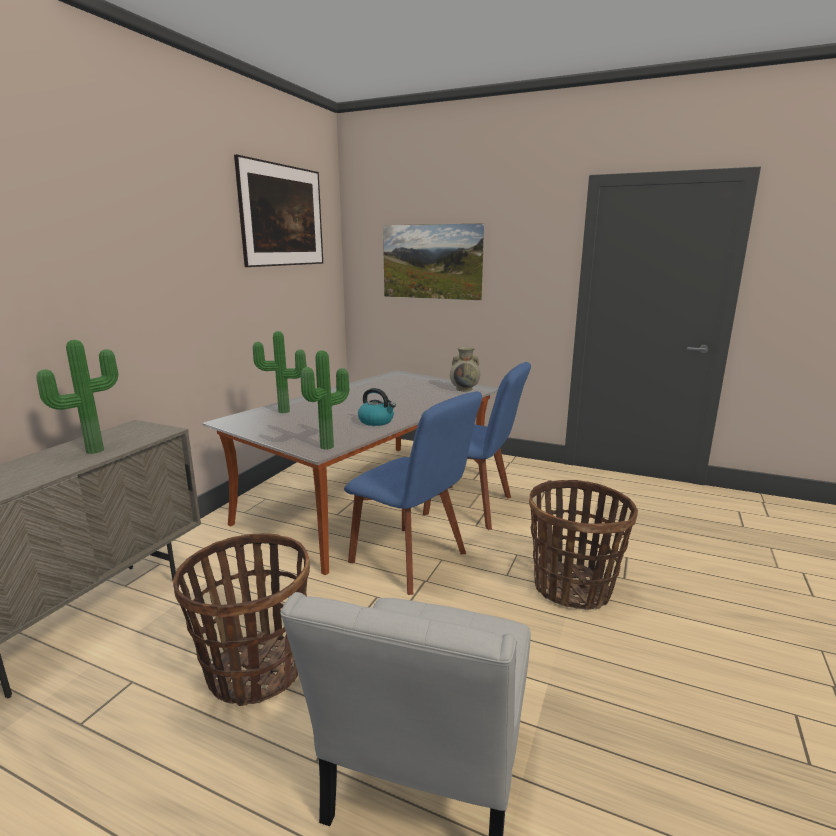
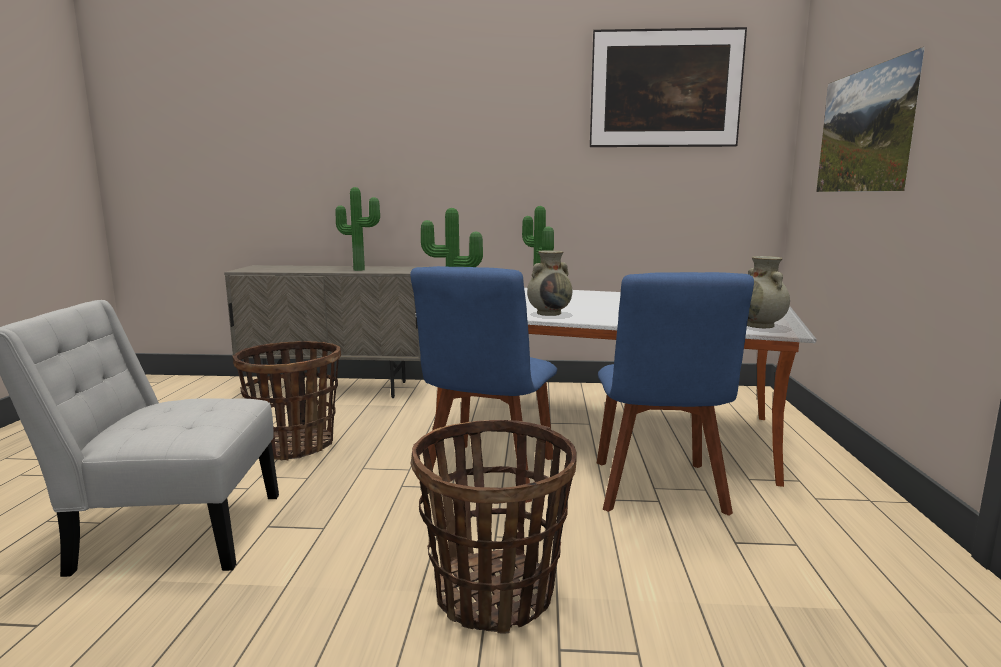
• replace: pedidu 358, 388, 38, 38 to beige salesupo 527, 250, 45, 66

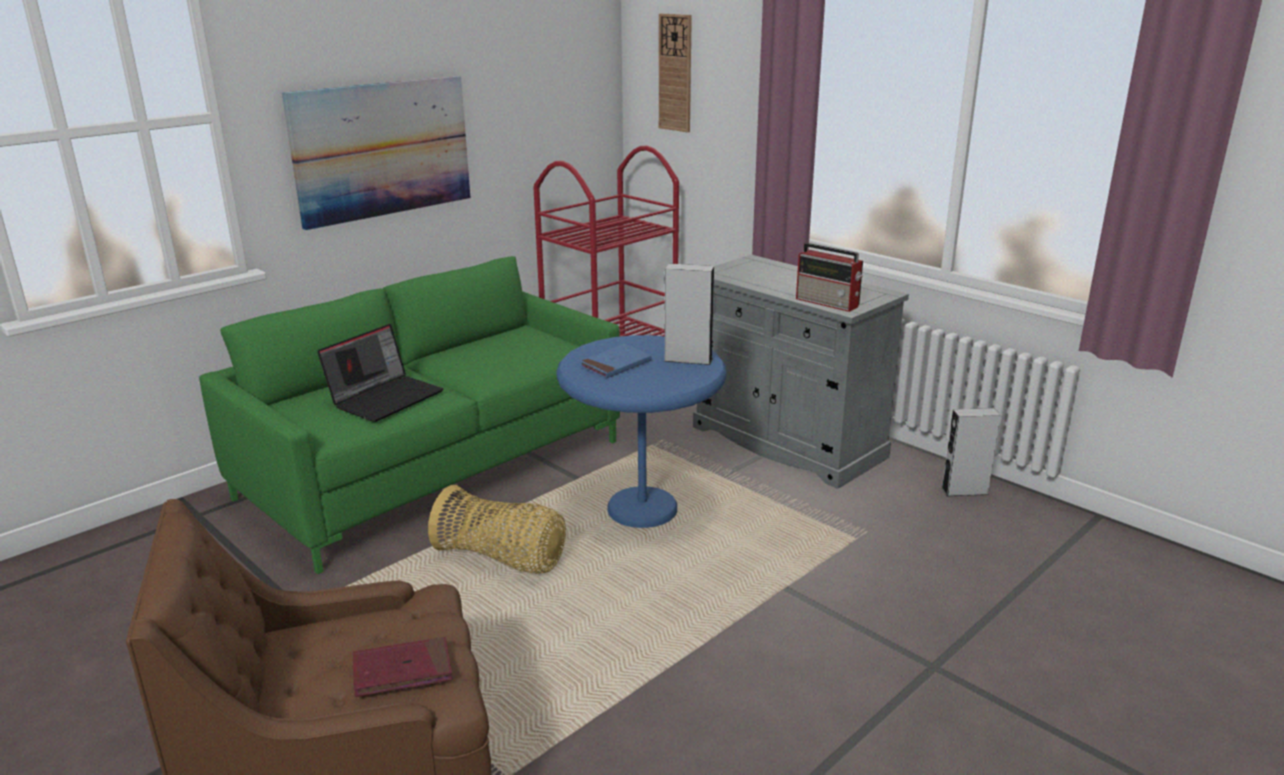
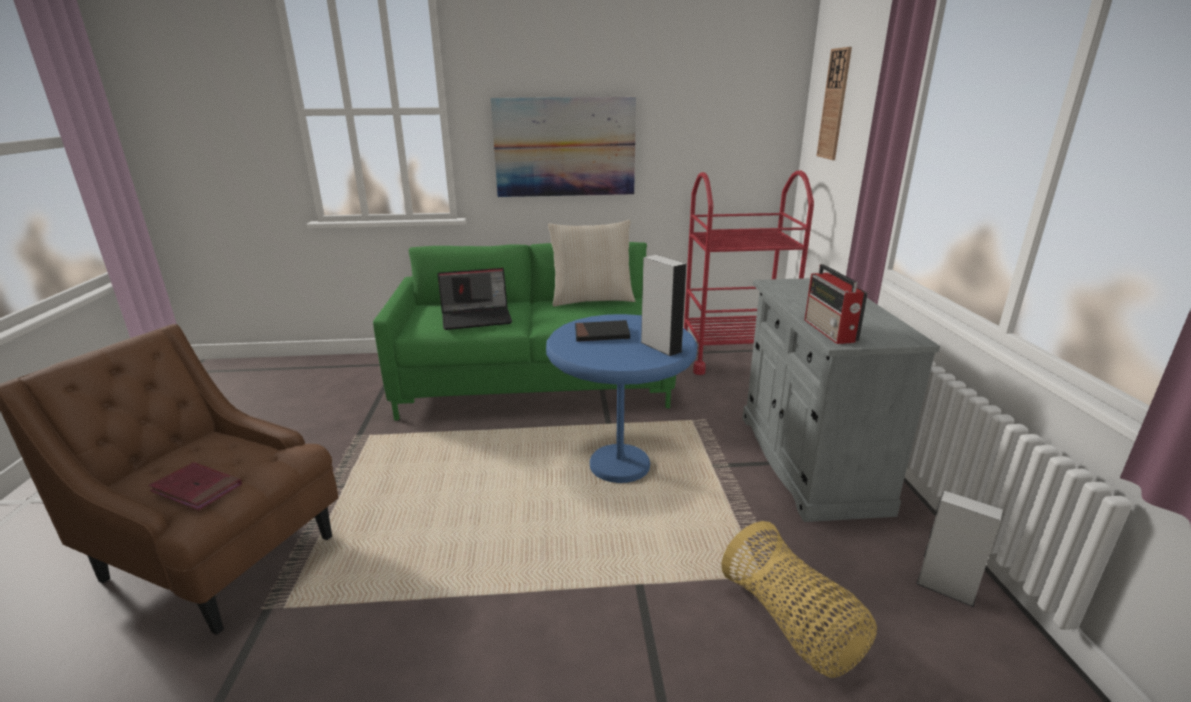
• move: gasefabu 428, 485, 138, 89 to 721, 521, 156, 157
• recolor: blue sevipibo 580, 344, 72, 34 to black sevipibo 575, 320, 55, 22
• insert: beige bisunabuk 548, 220, 87, 87

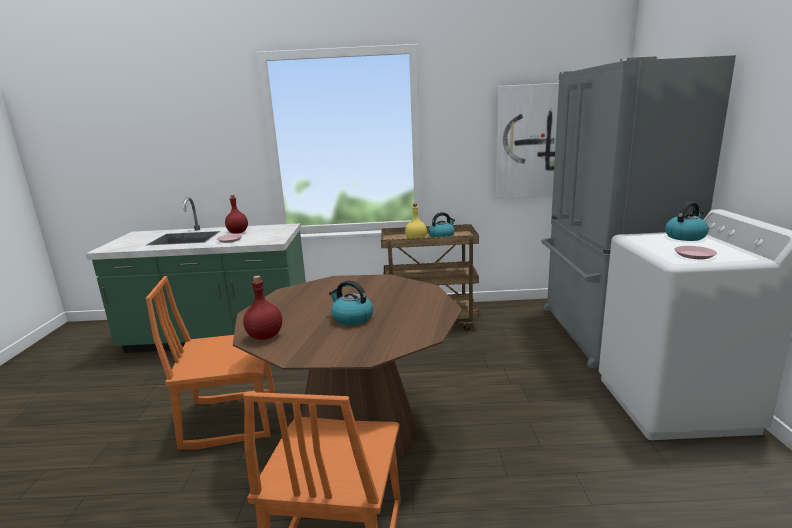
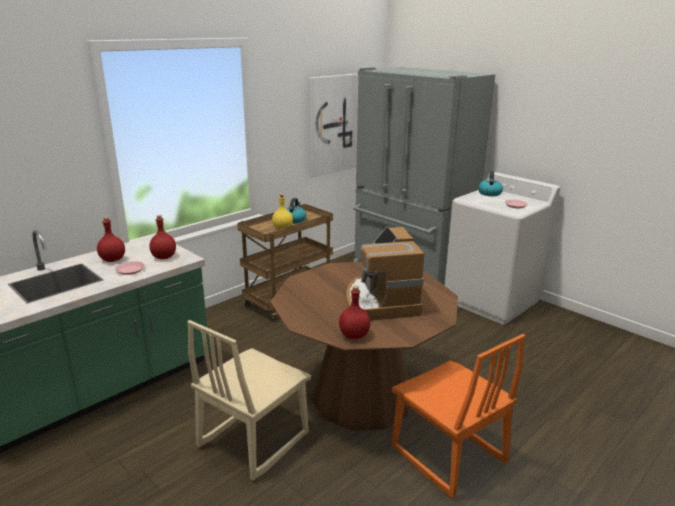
• recolor: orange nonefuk 145, 276, 130, 174 to beige nonefuk 187, 320, 124, 161
• replace: pedidu 329, 280, 44, 46 to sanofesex 346, 227, 78, 94
• insert: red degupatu 150, 215, 26, 44

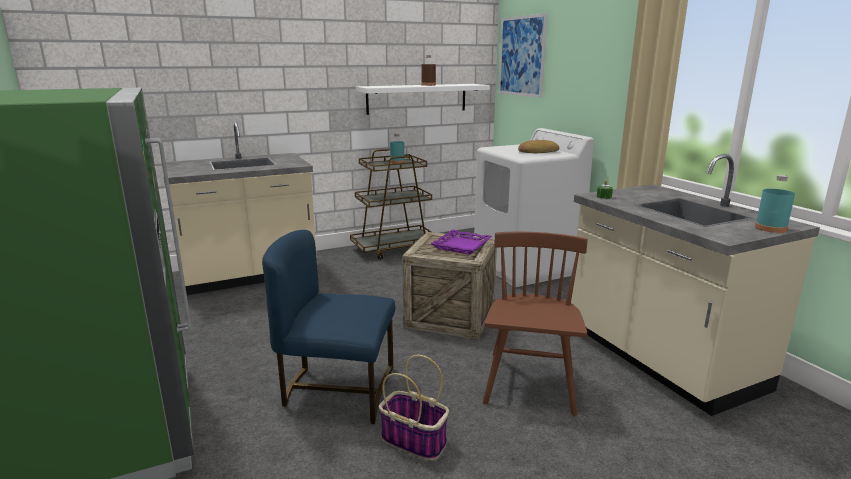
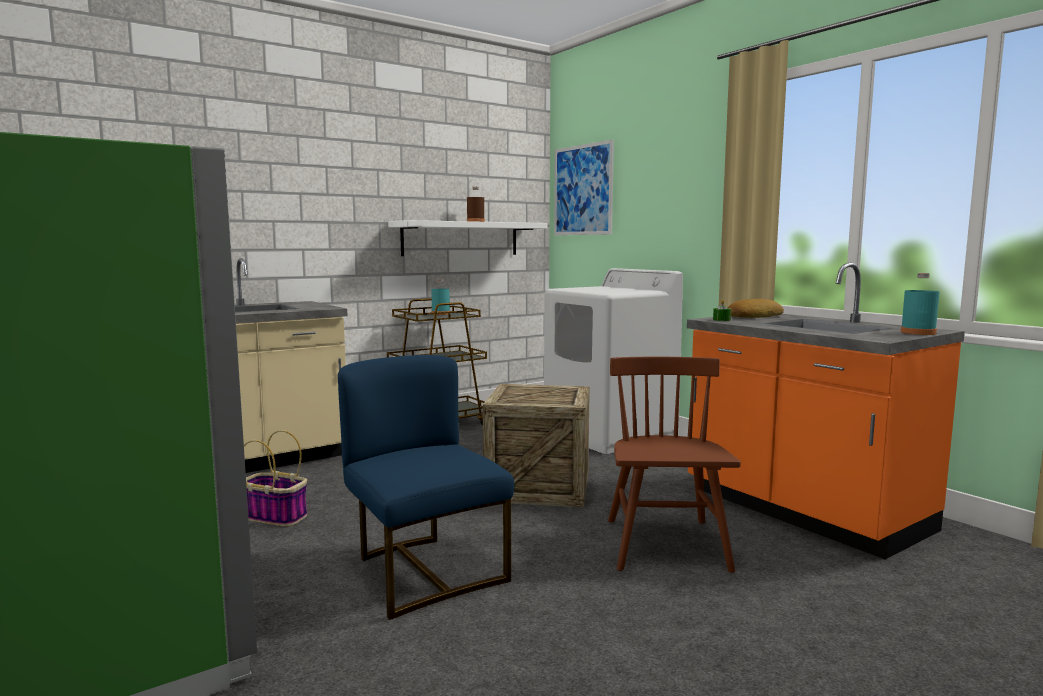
• rotate: blue nonefuk 262, 230, 133, 194 = 338, 355, 176, 265 60 degrees clockwise
• move: gasefabu 379, 355, 70, 106 to 244, 430, 63, 96
• delete: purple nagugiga 430, 229, 62, 25
• move: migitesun 518, 140, 41, 13 to 728, 299, 56, 19
• recolor: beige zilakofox 571, 154, 249, 262 to orange zilakofox 687, 262, 278, 297

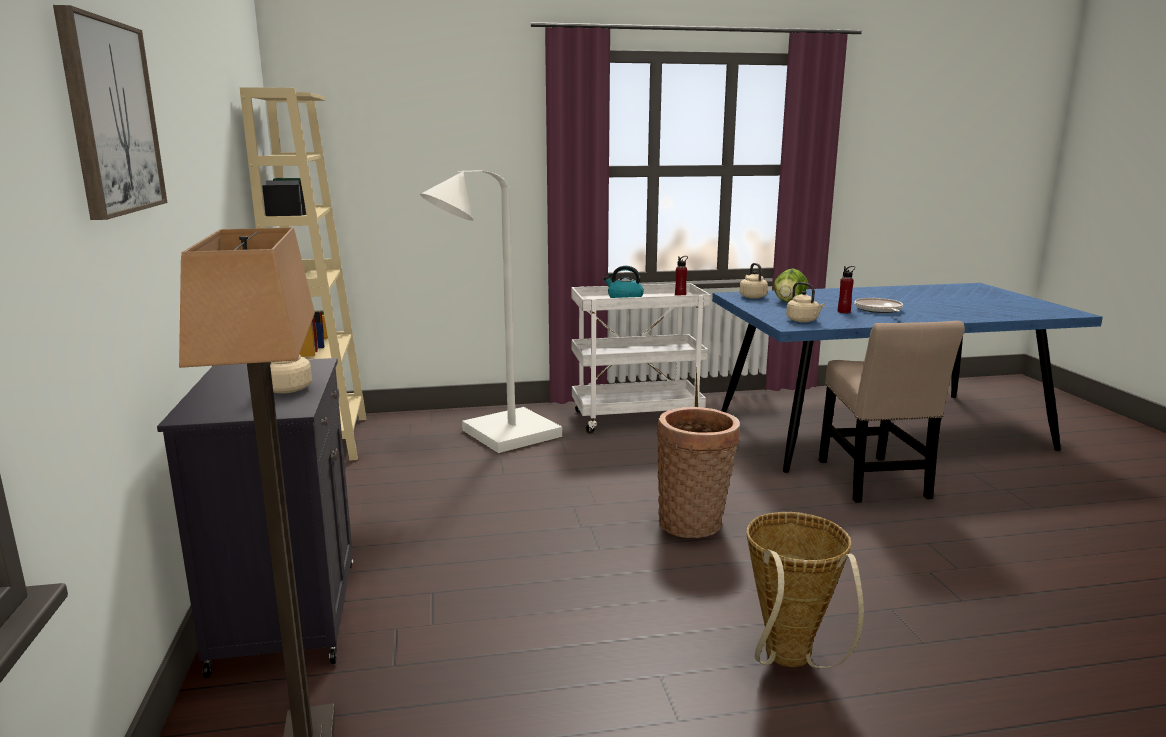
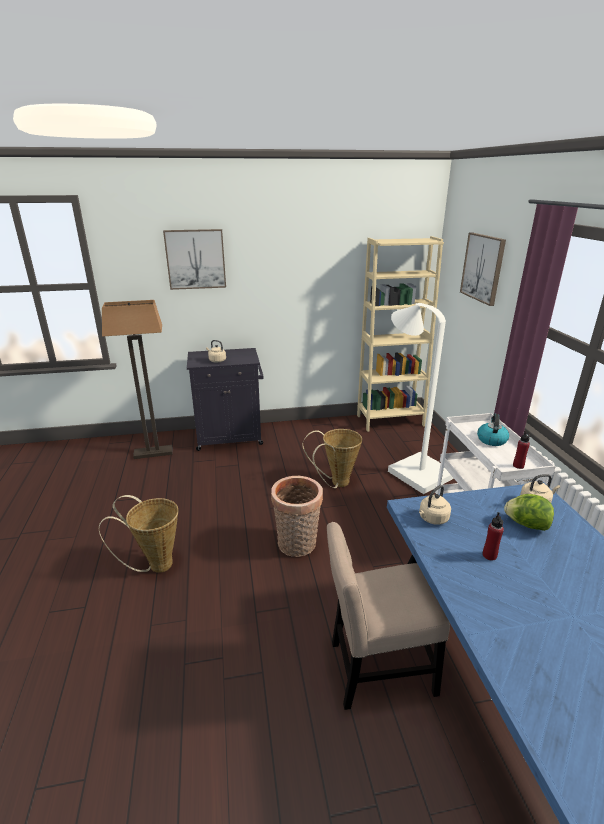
• delete: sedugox 854, 298, 49, 15
• insert: gasefabu 302, 429, 60, 59
• insert: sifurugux 460, 233, 46, 73

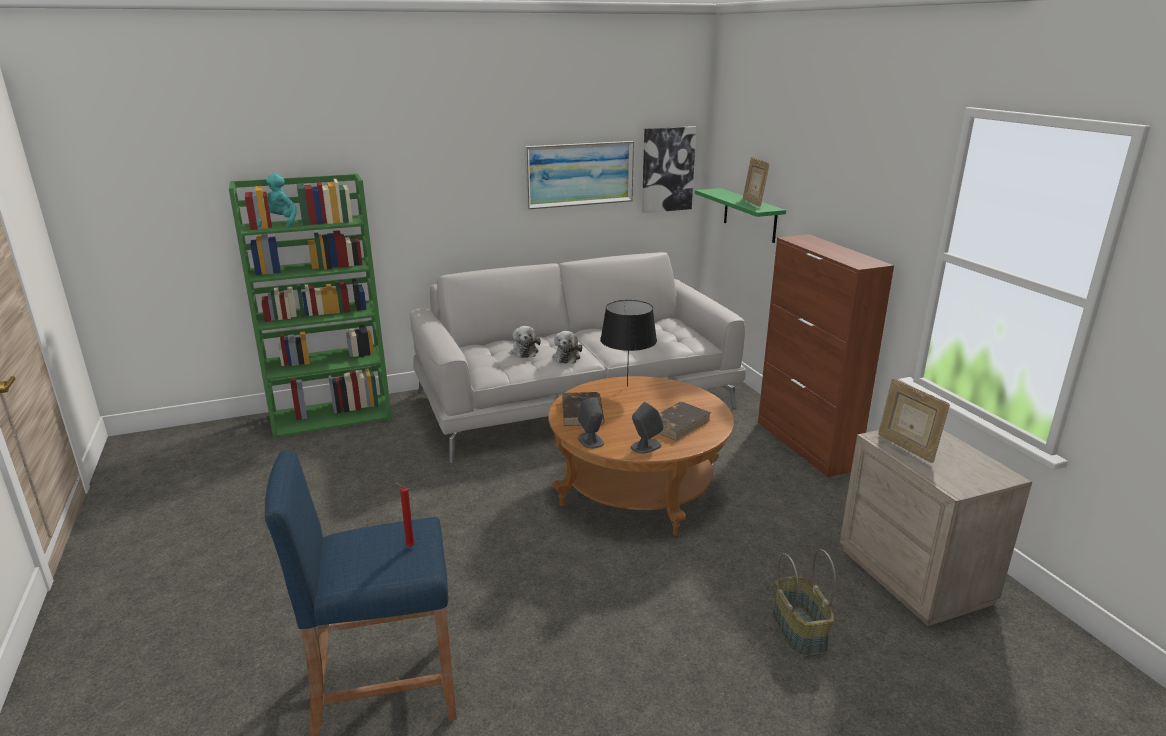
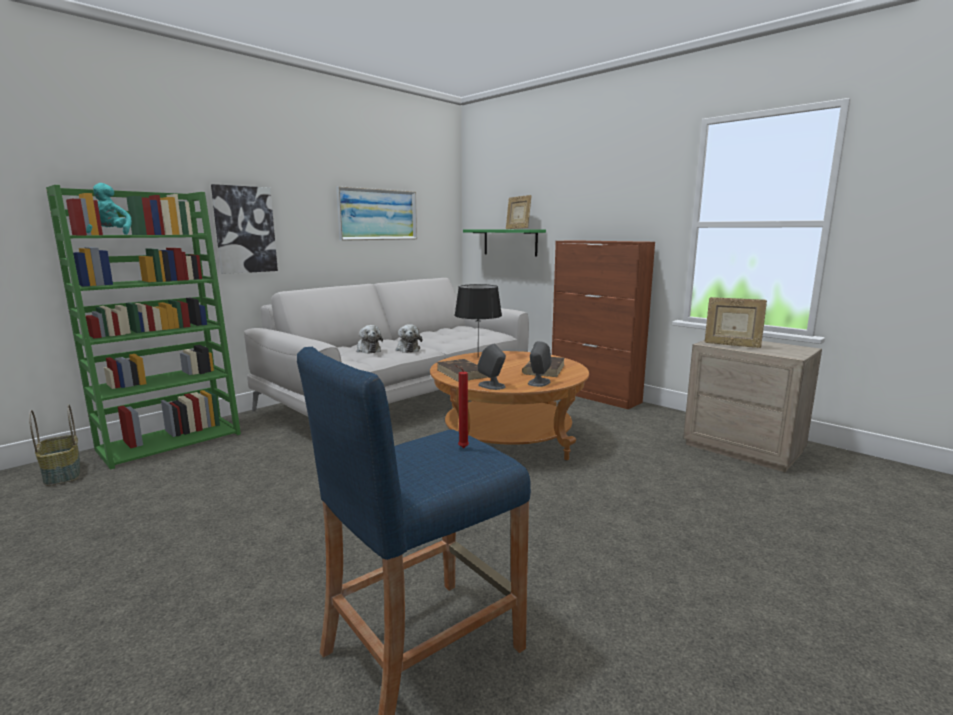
• move: sifurugux 642, 126, 54, 87 to 211, 184, 67, 90
• move: gasefabu 773, 549, 63, 107 to 29, 404, 51, 82

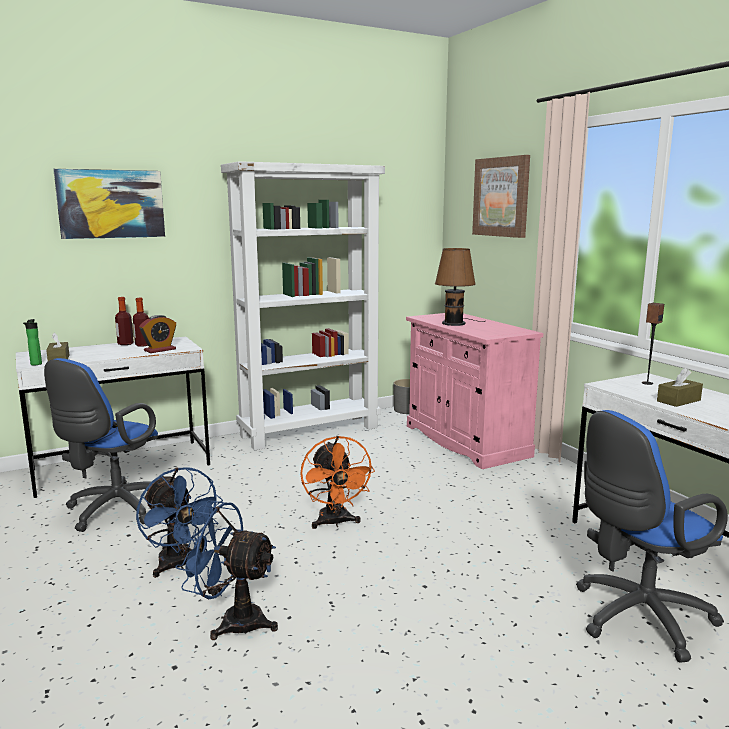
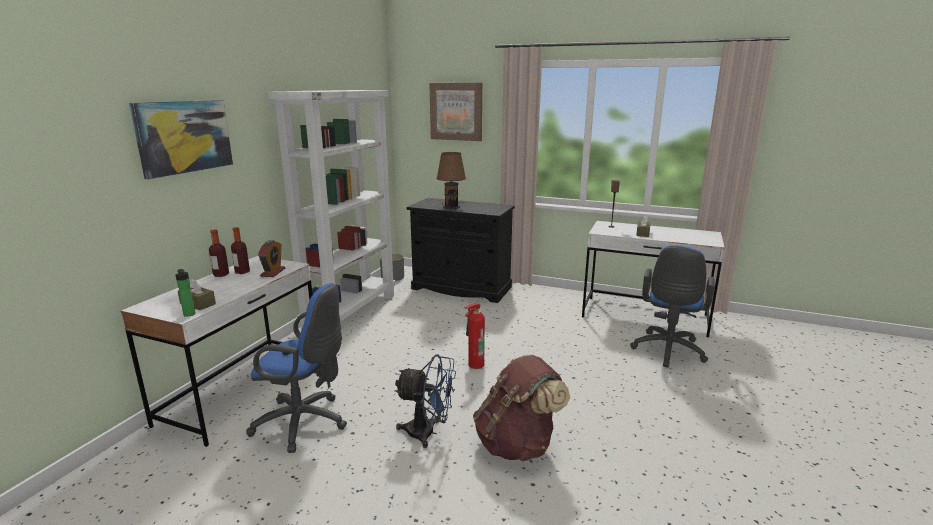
• rotate: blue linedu 44, 358, 114, 174 = 246, 284, 101, 169 60 degrees counterclockwise
• replace: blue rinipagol 176, 500, 102, 140 to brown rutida 473, 355, 97, 106
• replace: orange rinipagol 300, 436, 75, 93 to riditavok 465, 303, 20, 66
• recolor: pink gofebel 406, 313, 137, 156 to black gofebel 407, 198, 108, 105

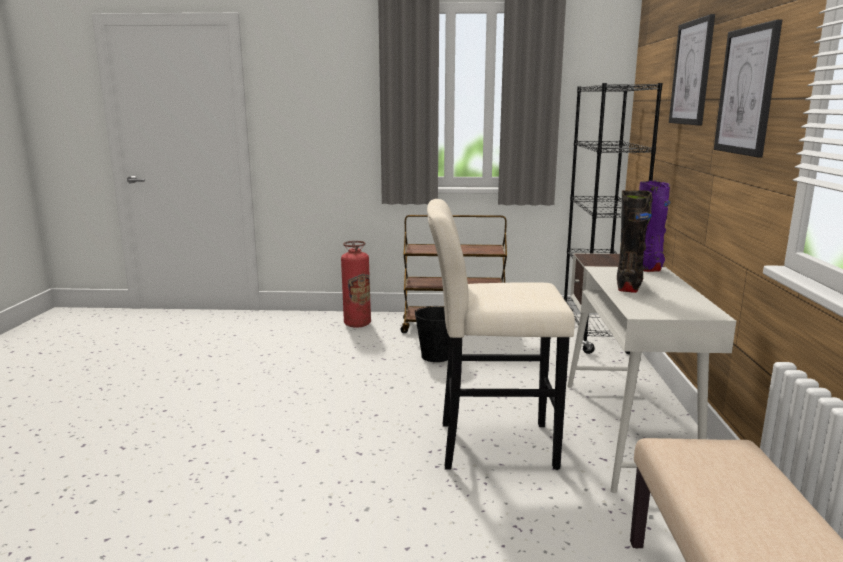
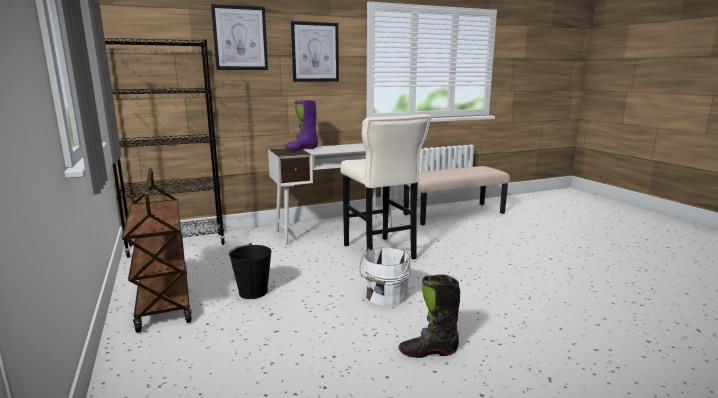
• delete: riditavok 341, 241, 30, 87
• move: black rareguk 617, 190, 36, 103 to 399, 274, 61, 84
• insert: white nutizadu 359, 247, 52, 59

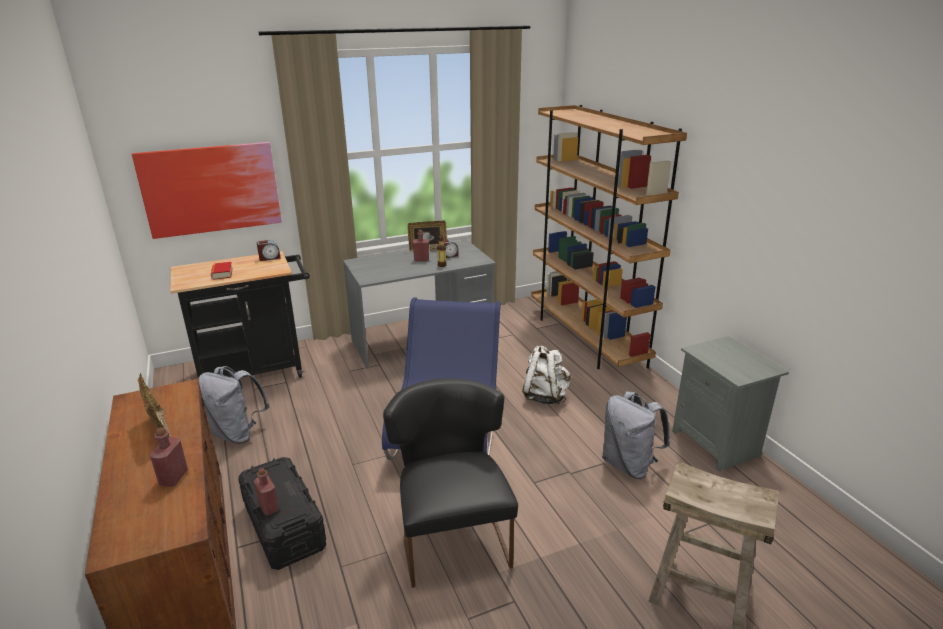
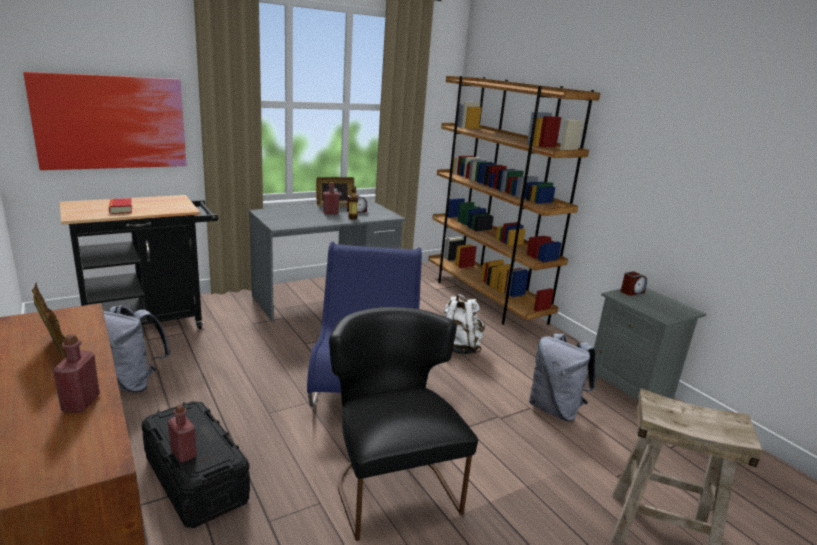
• move: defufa 257, 240, 24, 21 to 621, 271, 26, 25

